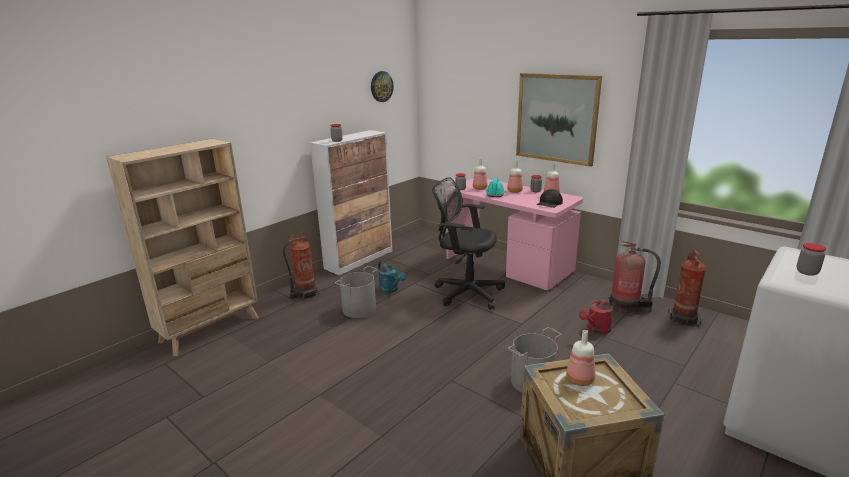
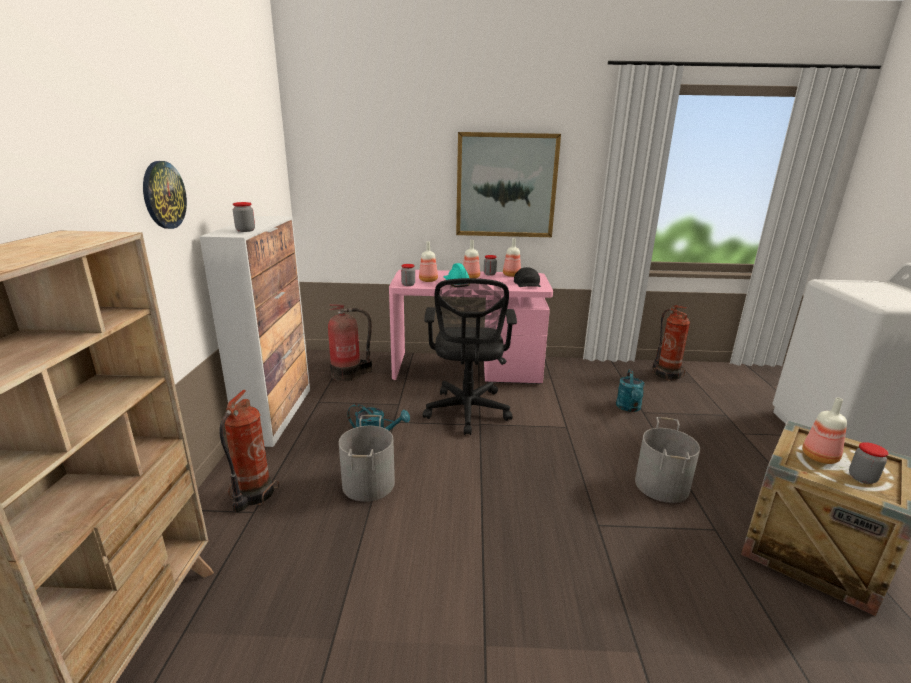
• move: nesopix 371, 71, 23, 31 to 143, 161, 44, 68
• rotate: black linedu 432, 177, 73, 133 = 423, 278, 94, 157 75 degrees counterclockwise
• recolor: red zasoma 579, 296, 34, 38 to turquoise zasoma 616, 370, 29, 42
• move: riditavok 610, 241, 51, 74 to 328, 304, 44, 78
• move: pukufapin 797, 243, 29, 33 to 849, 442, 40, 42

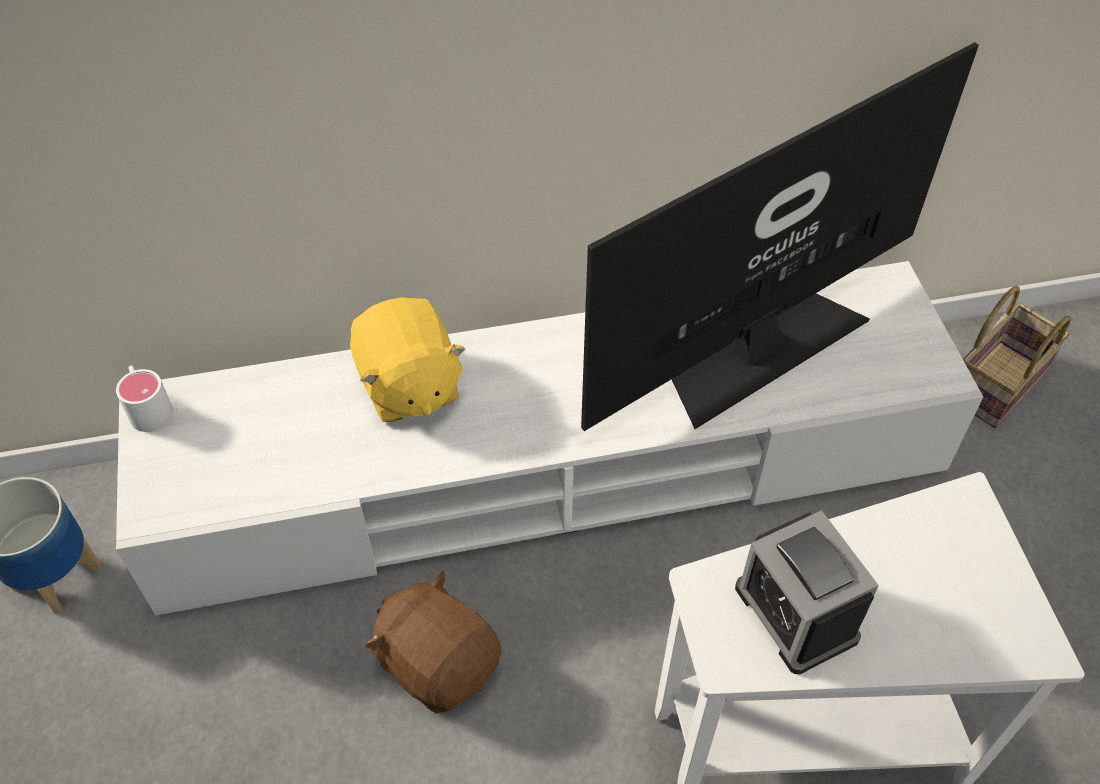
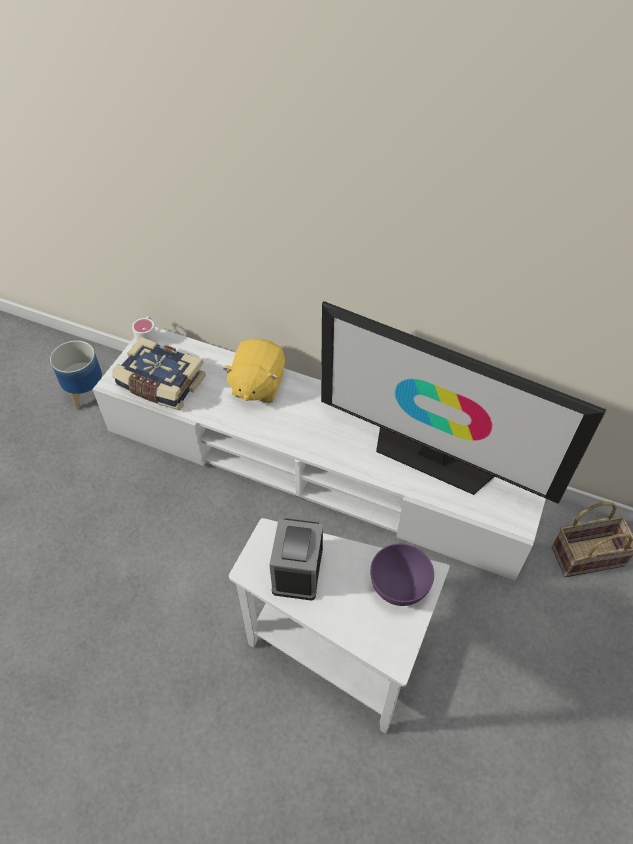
• delete: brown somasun 366, 571, 135, 143
• rotate: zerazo 581, 42, 398, 389 = 321, 301, 285, 203 150 degrees counterclockwise
• insert: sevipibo 112, 337, 94, 73
• insert: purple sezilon 370, 544, 64, 62

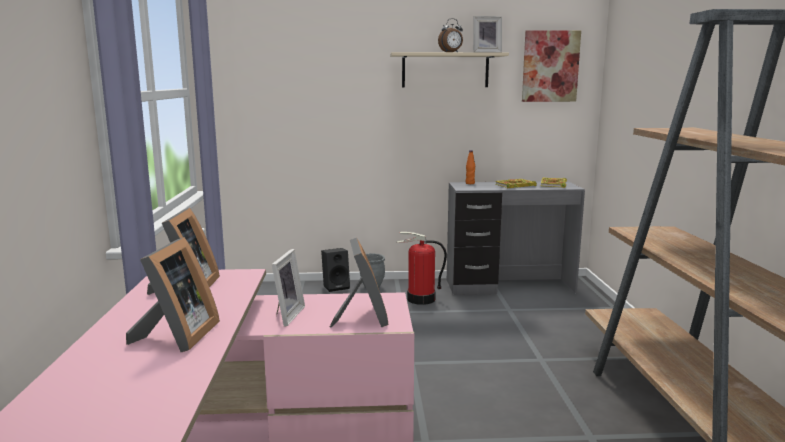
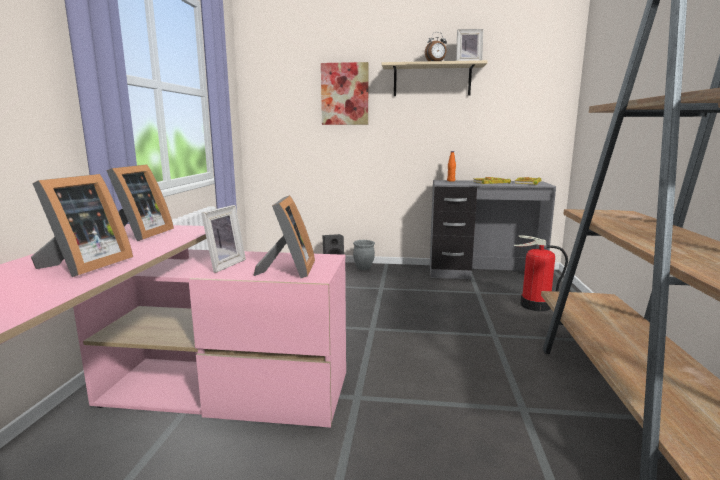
• move: riditavok 396, 232, 51, 73 to 514, 235, 54, 76
• move: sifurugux 522, 30, 59, 72 to 321, 62, 48, 63

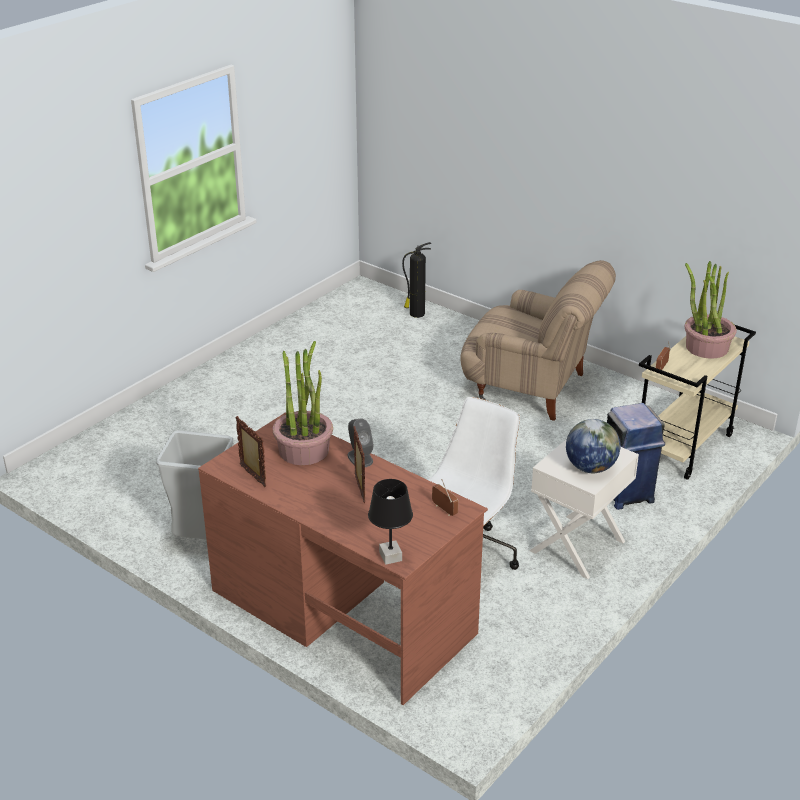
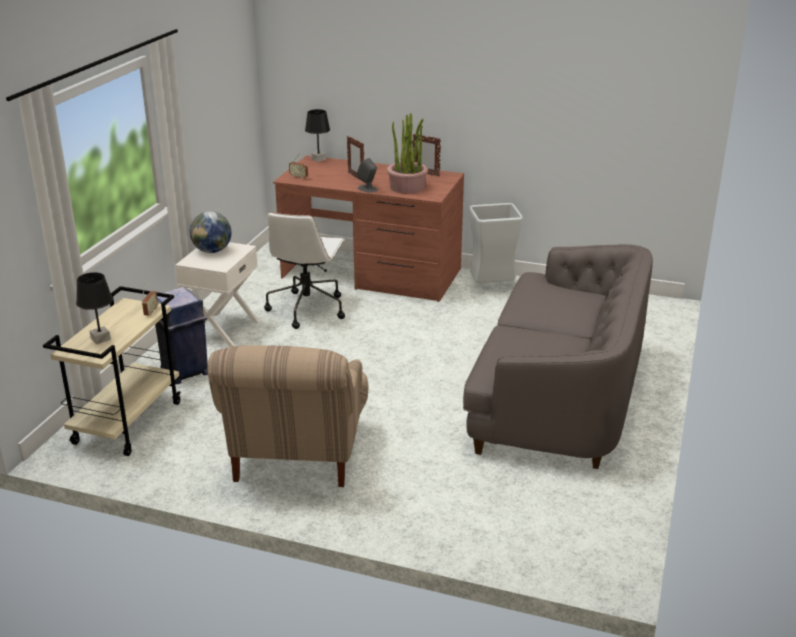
• delete: riditavok 402, 242, 29, 76
• rotate: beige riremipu 460, 260, 156, 161 = 207, 345, 162, 142 90 degrees counterclockwise
• replace: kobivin 685, 261, 52, 98 to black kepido 76, 272, 37, 72
• insert: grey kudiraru 463, 244, 190, 225

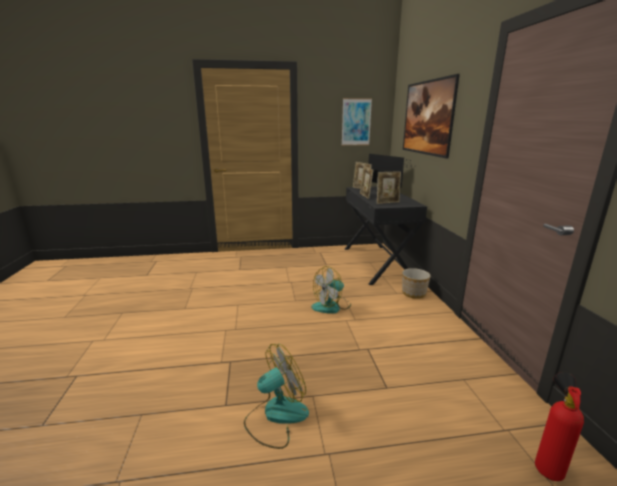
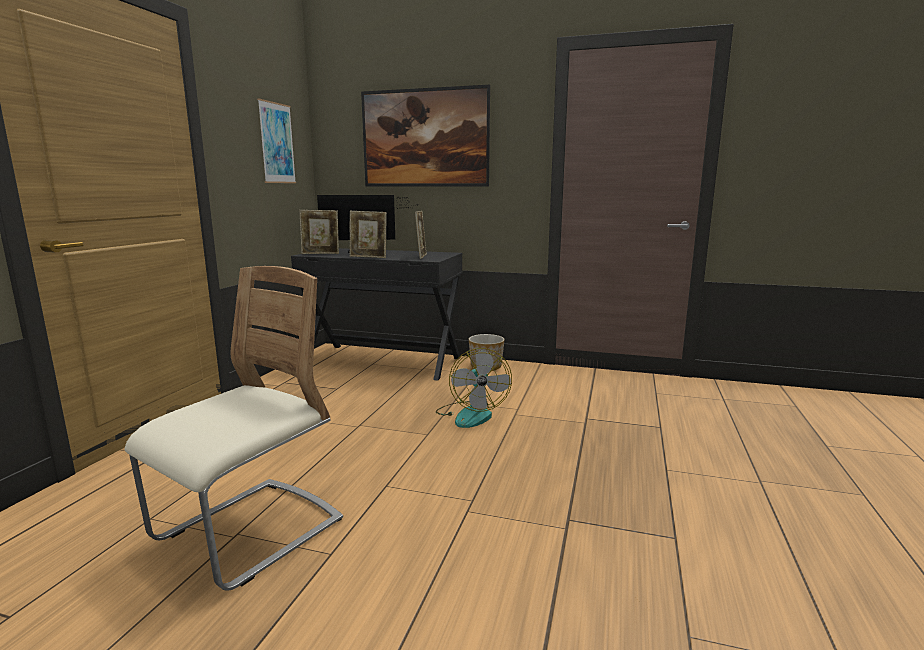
• delete: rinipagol 244, 344, 65, 105
• delete: riditavok 535, 372, 49, 109
• insert: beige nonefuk 125, 266, 218, 325

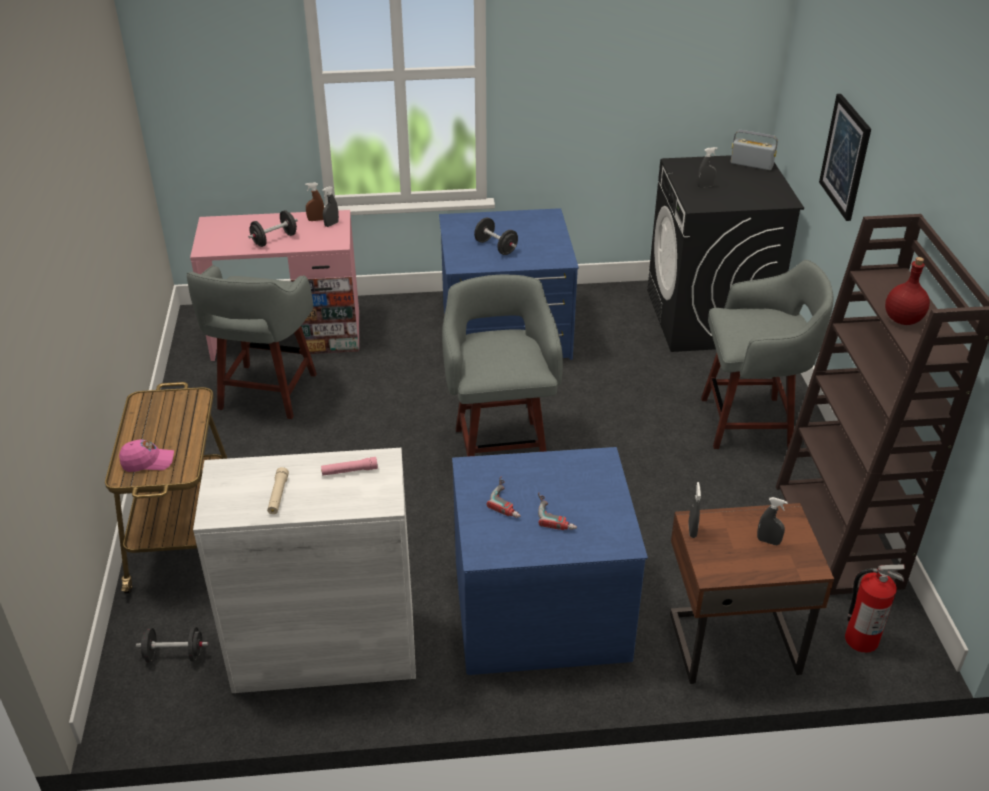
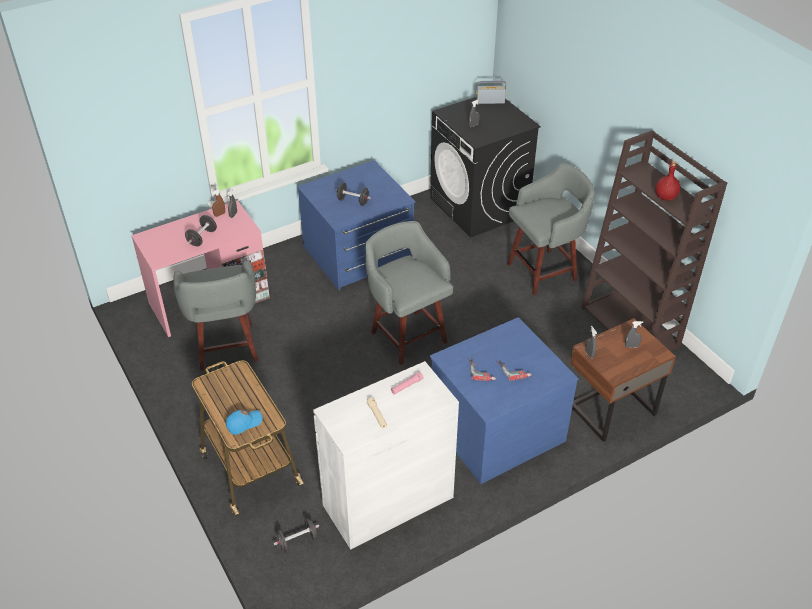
• recolor: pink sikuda 119, 440, 55, 32 to blue sikuda 226, 410, 36, 25
• delete: sifurugux 819, 94, 52, 127
• delete: riditavok 845, 564, 60, 89

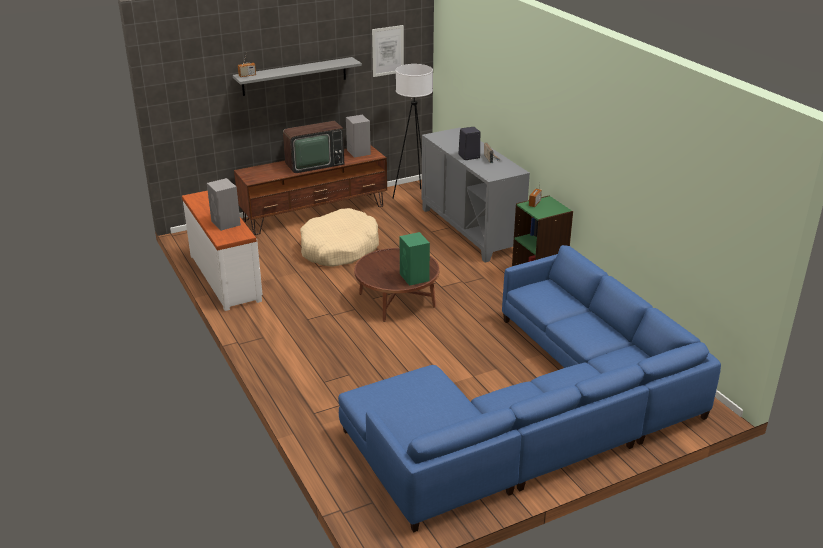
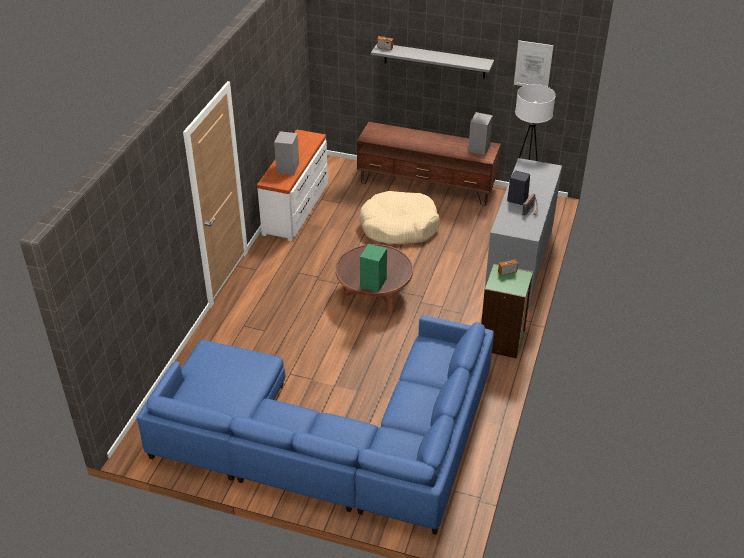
• delete: zerazo 283, 121, 61, 52

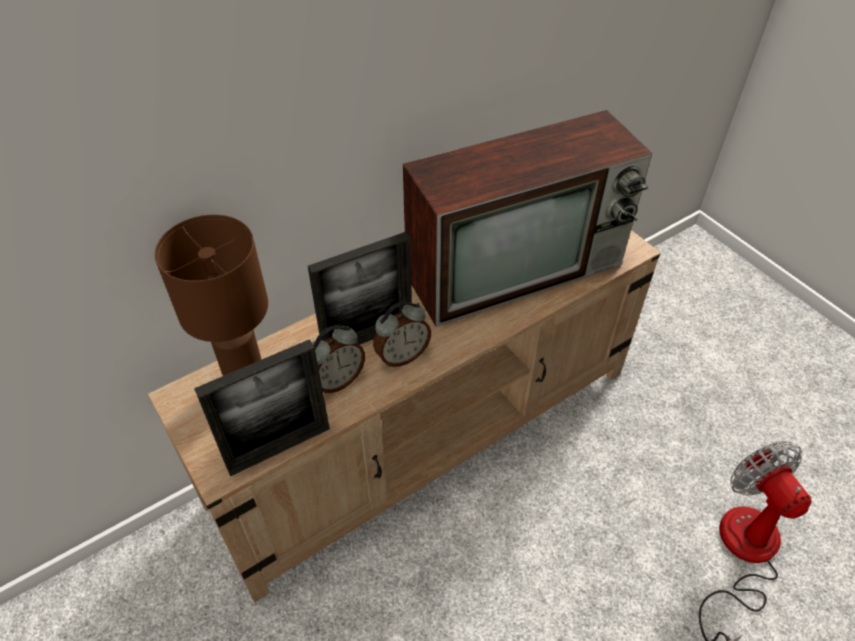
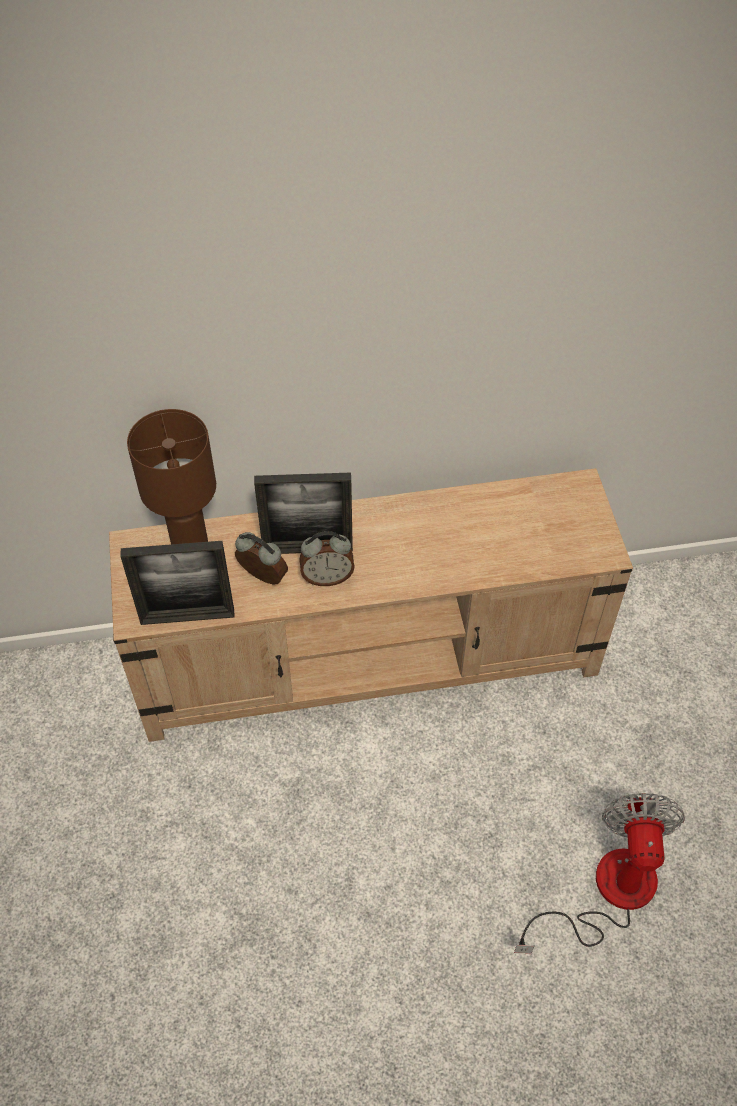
• rotate: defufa 312, 325, 53, 69 = 235, 532, 53, 53 135 degrees counterclockwise
• delete: zerazo 403, 110, 249, 216

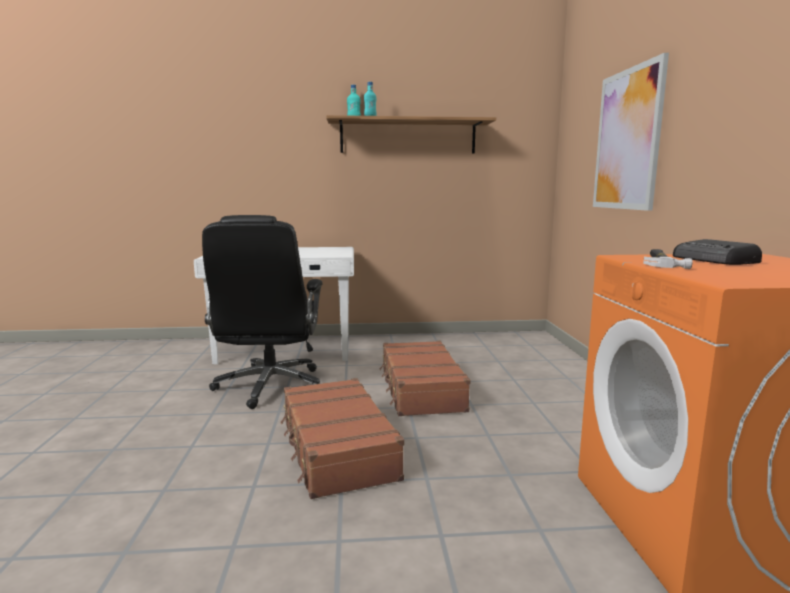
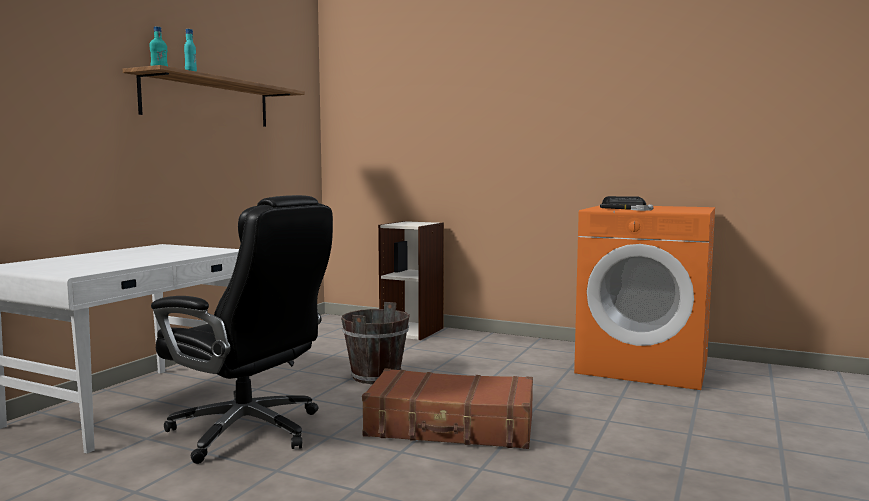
• replace: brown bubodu 380, 341, 90, 75 to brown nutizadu 341, 302, 69, 82
• delete: sifurugux 593, 53, 76, 158
• insert: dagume 378, 221, 66, 119

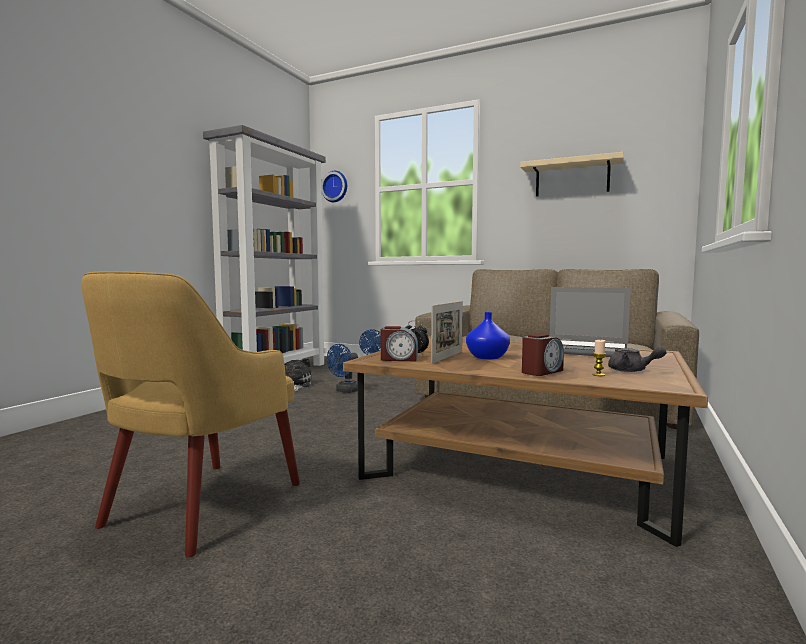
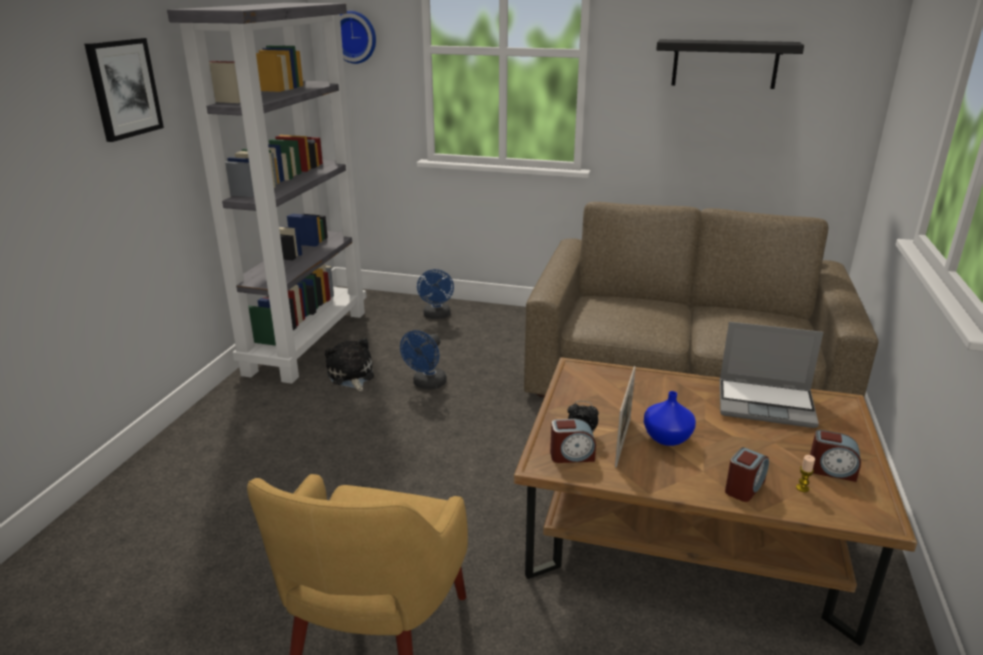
• recolor: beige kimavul 520, 152, 104, 44 to black kimavul 656, 39, 148, 50
• replace: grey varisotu 608, 346, 59, 26 to defufa 810, 430, 51, 52
• insert: sifurugux 84, 38, 80, 104

